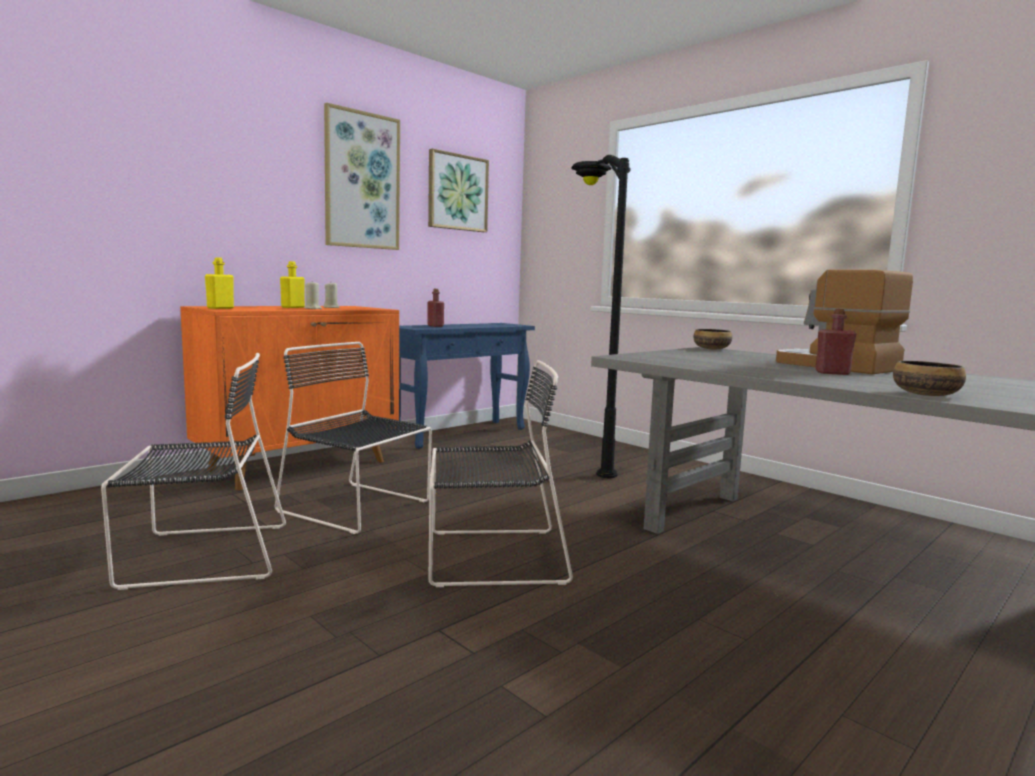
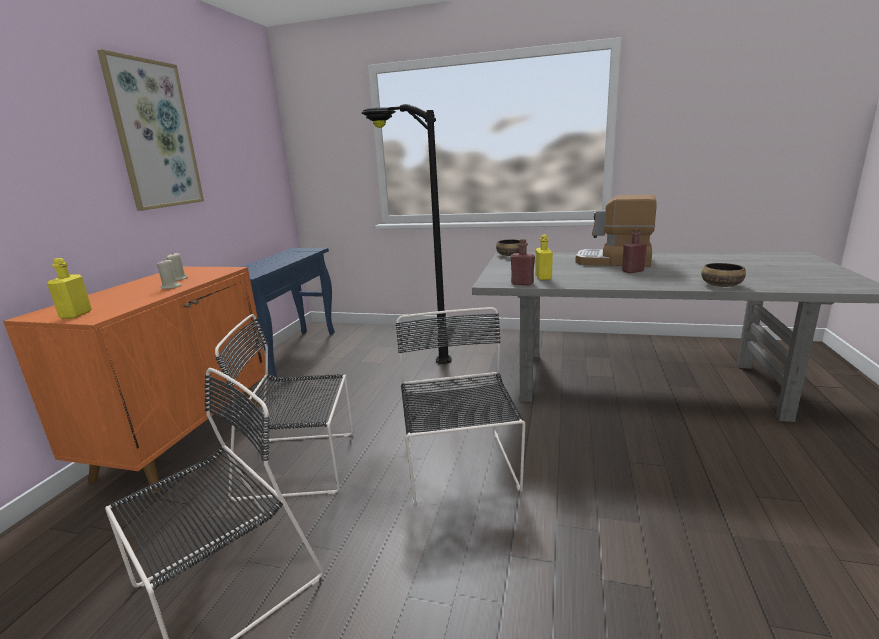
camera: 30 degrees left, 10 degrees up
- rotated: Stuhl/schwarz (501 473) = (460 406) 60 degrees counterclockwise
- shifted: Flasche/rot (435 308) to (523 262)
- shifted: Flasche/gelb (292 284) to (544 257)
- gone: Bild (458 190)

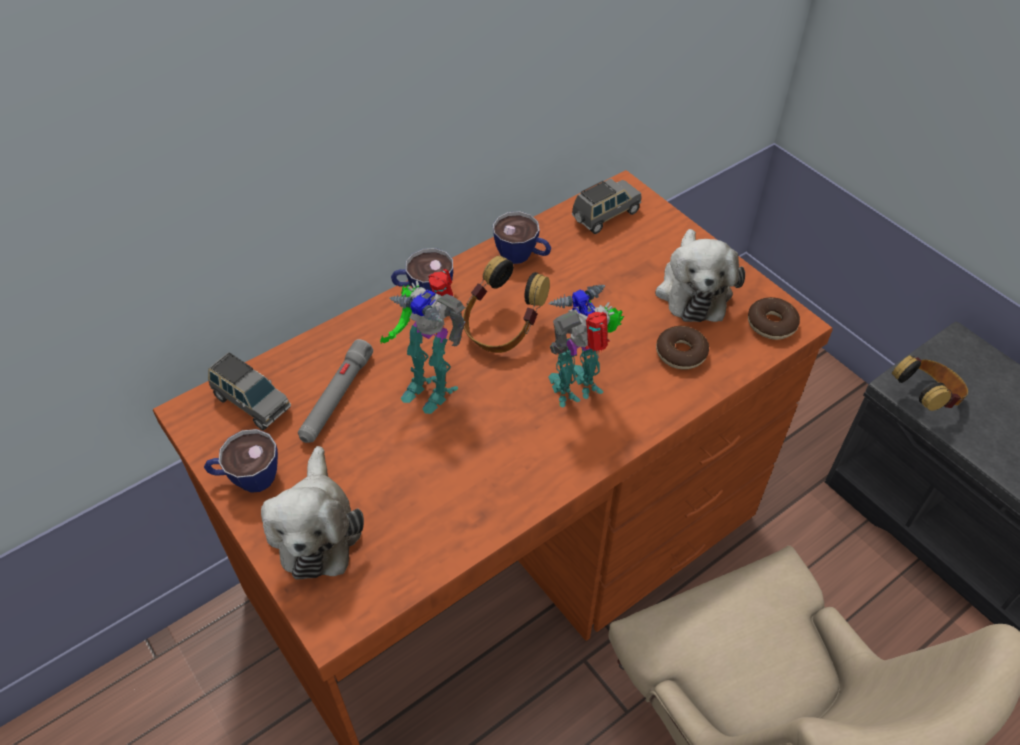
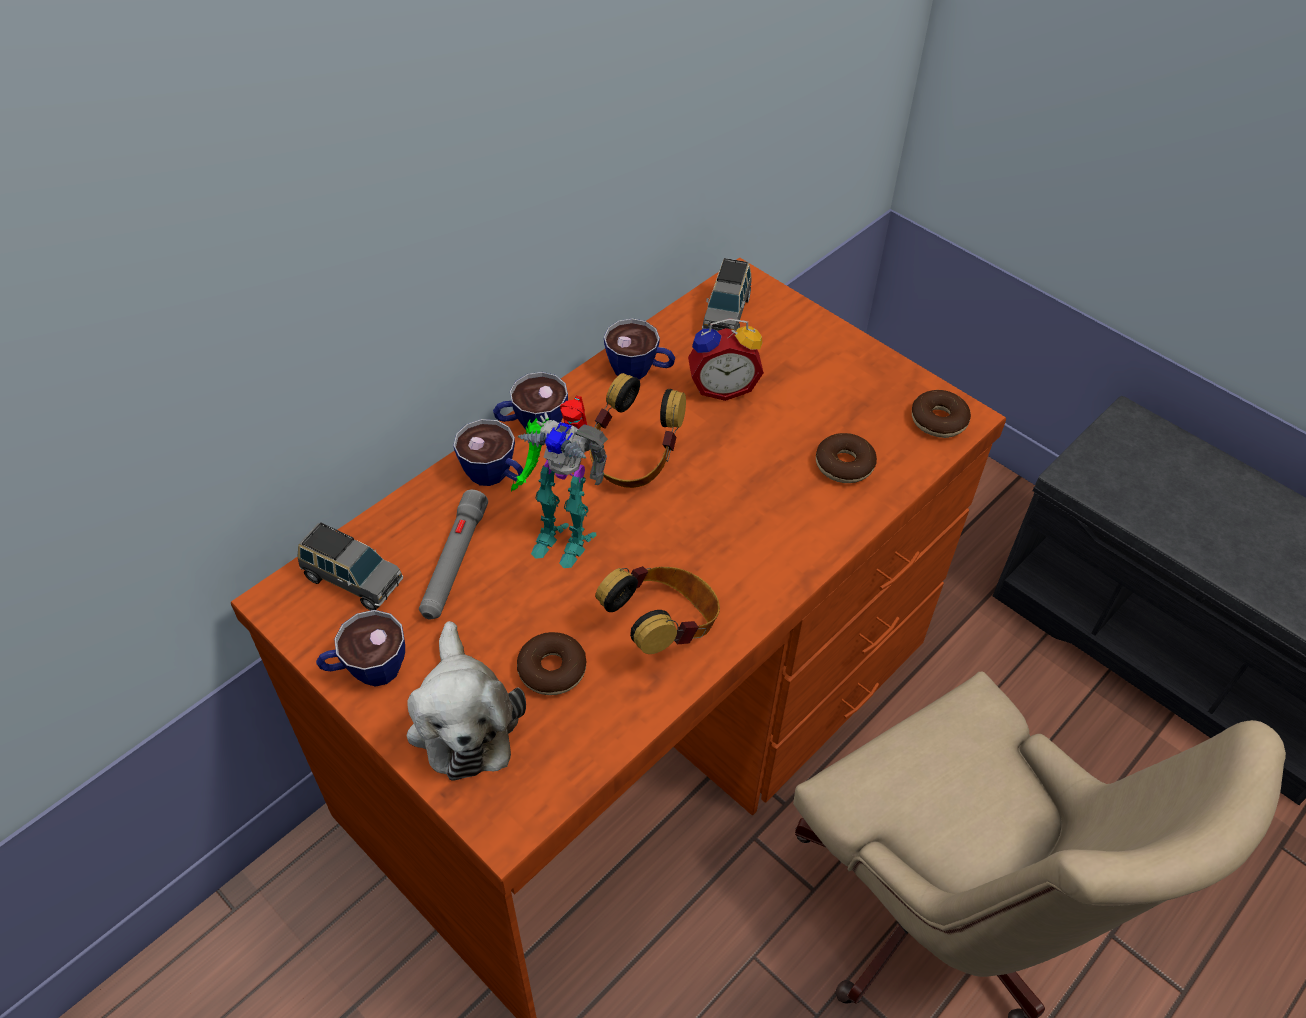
camera: 10 degrees left, 0 degrees up
- new: Tasse (488 452)
- new: Donut (551 663)
- shifted: Kopfhörer (930 383) to (657 610)
- new: Wecker (726 359)
- rotated: Spielzeugauto/grau (606 206) = (726 294) 150 degrees clockwise
- gone: Spielzeugroboter (586 346)
- gone: Plüschtier (700 275)

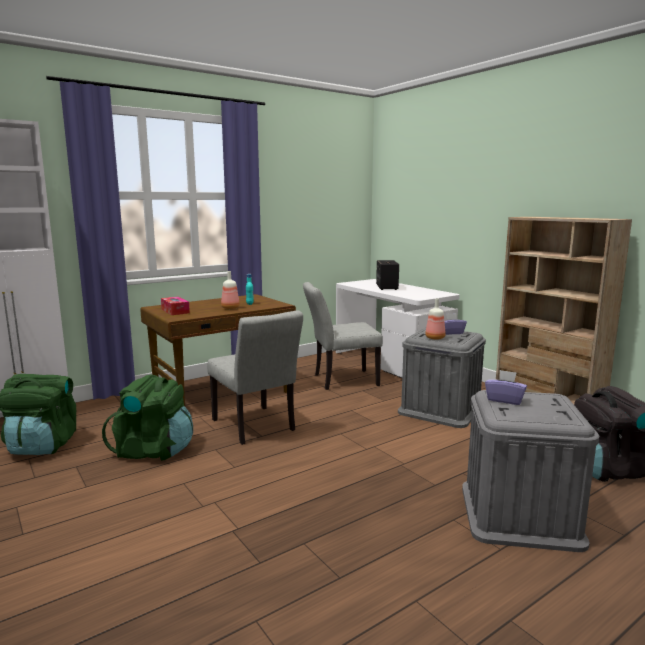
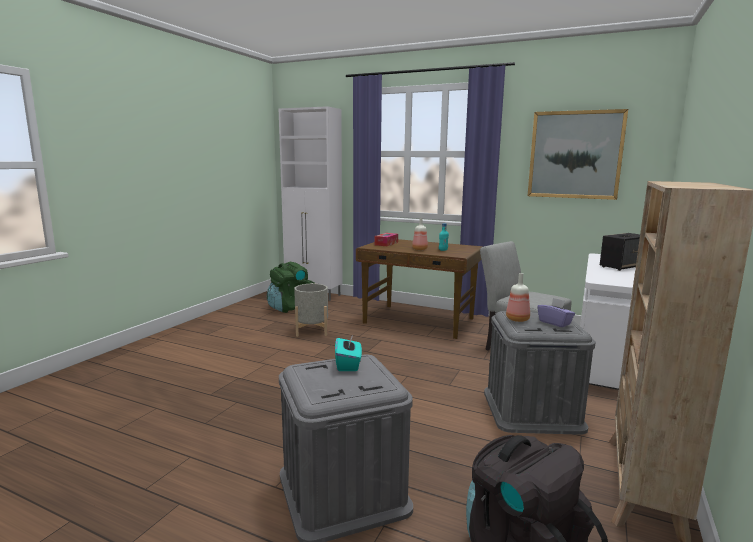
camera: 60 degrees right, 0 degrees up
- swapped: Rucksack/grün (147 418) to Pflanzkübel/grau (311 310)
- repainted: Taschentuchbox/lila (506 387) to Taschentuchbox/türkis (348 352)
- new: Bild (578 154)
- gone: Stuhl/grau (255 377)

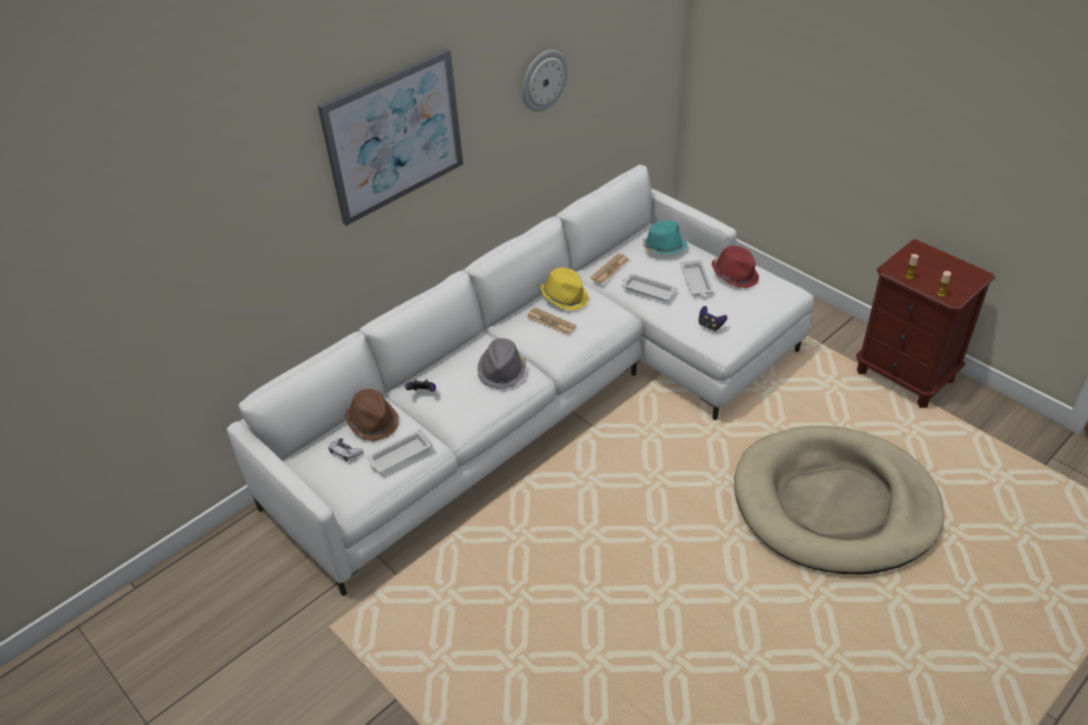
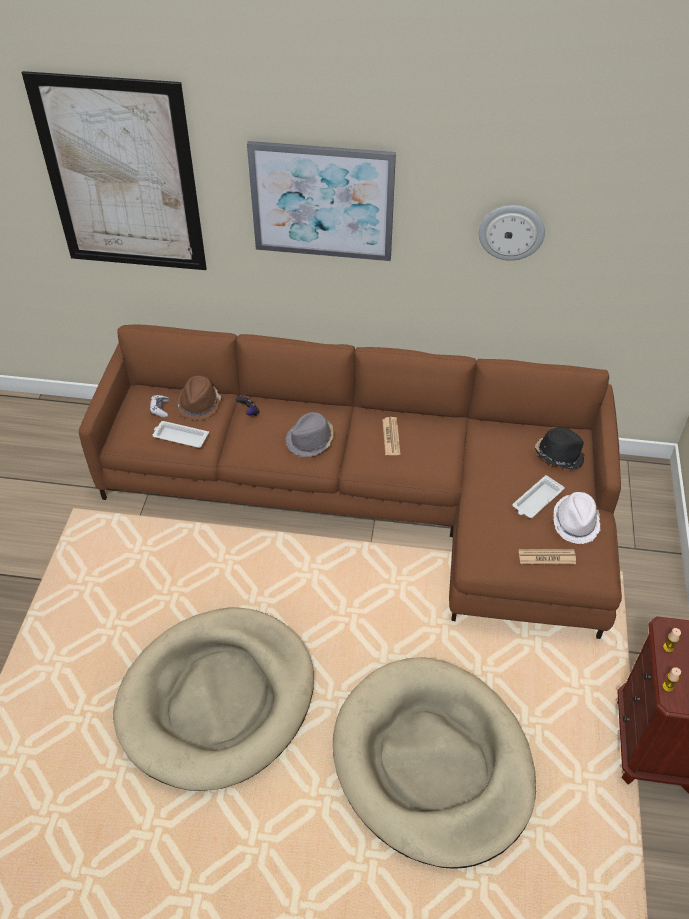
camera: 50 degrees right, 5 degrees up
- new: Bild (114 170)
- repainted: Sofa/weiß (520 380) to Sofa/braun (350 481)
- new: Hundebett/beige (213 699)
- shifted: Zeitung (609 268) to (547 556)
- repainted: Hut/türkis (665 237) to Hut/schwarz (560 449)
- repainted: Hut/rot (735 267) to Hut/weiß (577 518)
- gone: Hut/gelb (564 289)
- gone: Tablett/weiß (649 287)
- gone: Gamepad (713 319)

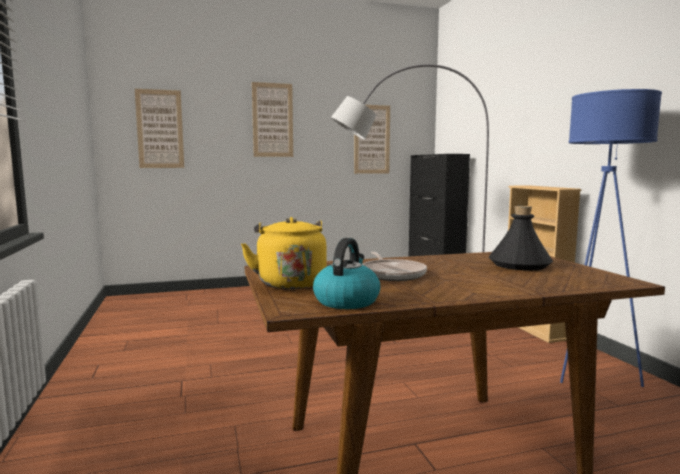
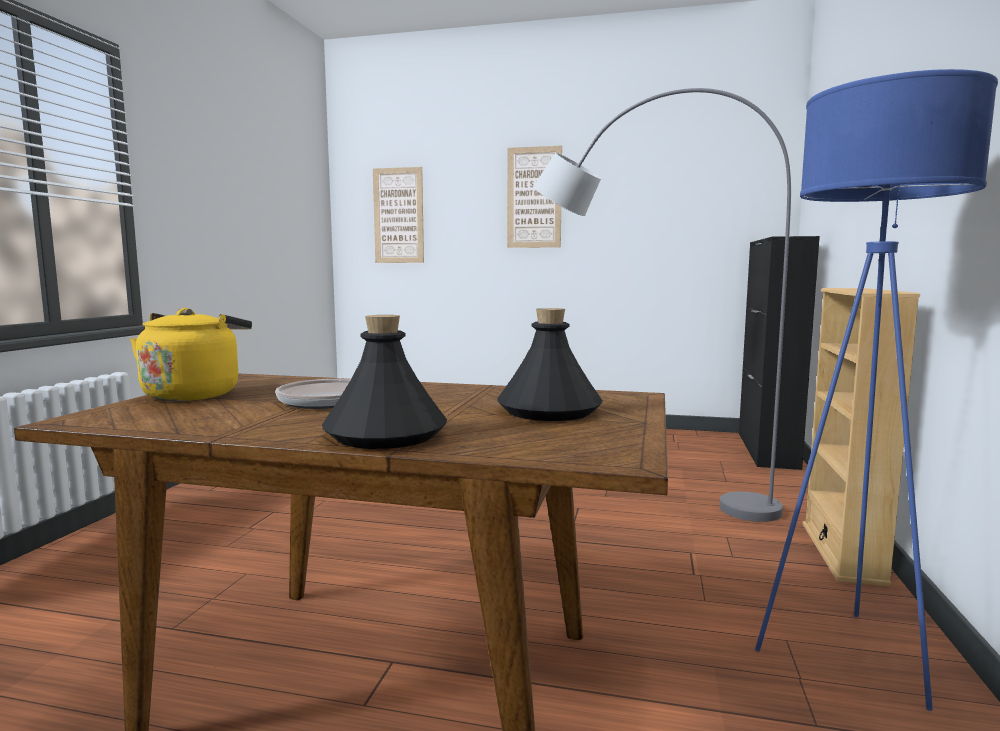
camera: 30 degrees right, 0 degrees up
- new: Flasche/schwarz (384 382)
- gone: Wasserkessel (347 273)
- gone: Bild (372 139)

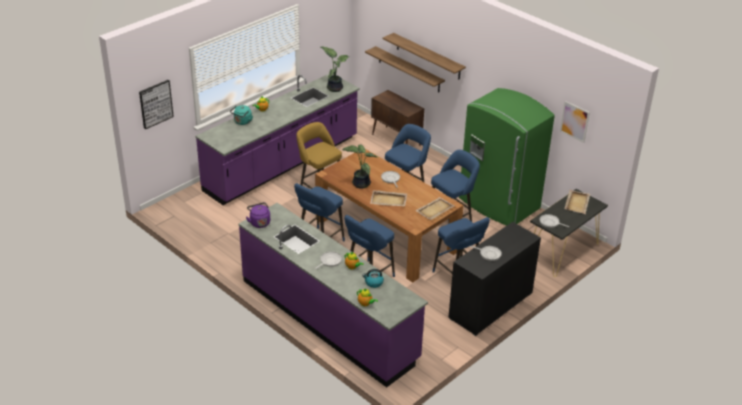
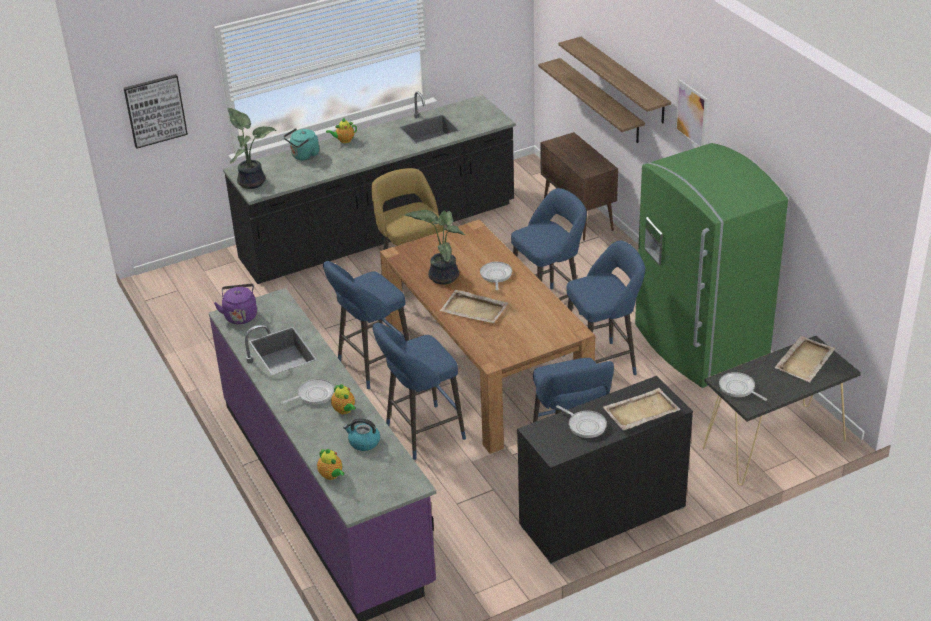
camera: 20 degrees right, 0 degrees up
- repainted: Küchenzeile/lila (277 139) to Küchenzeile/schwarz (369 187)
- shifted: Topfpflanze (334 69) to (251 148)
- shifted: Tablett/beige (434 208) to (642 409)
- shifted: Bild (575 122) to (691 113)

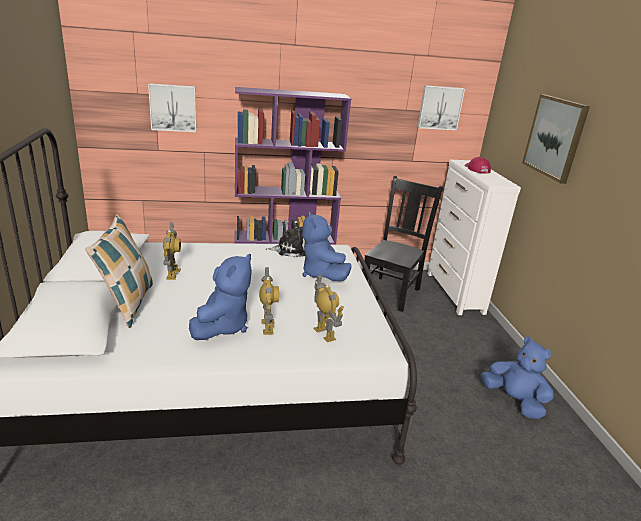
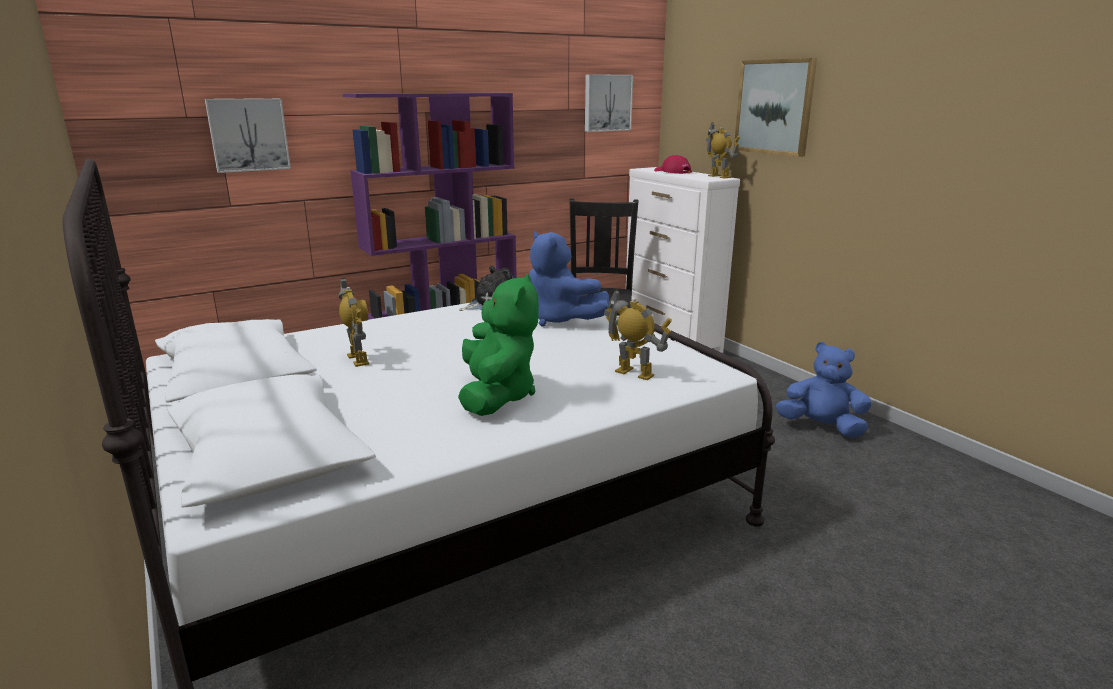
camera: 20 degrees left, 5 degrees down
- repainted: Plüschtier/blau (220 297) to Plüschtier/grün (498 344)
- shifted: Spielzeugroboter (269 301) to (723 150)
- gone: Kissen (119 271)

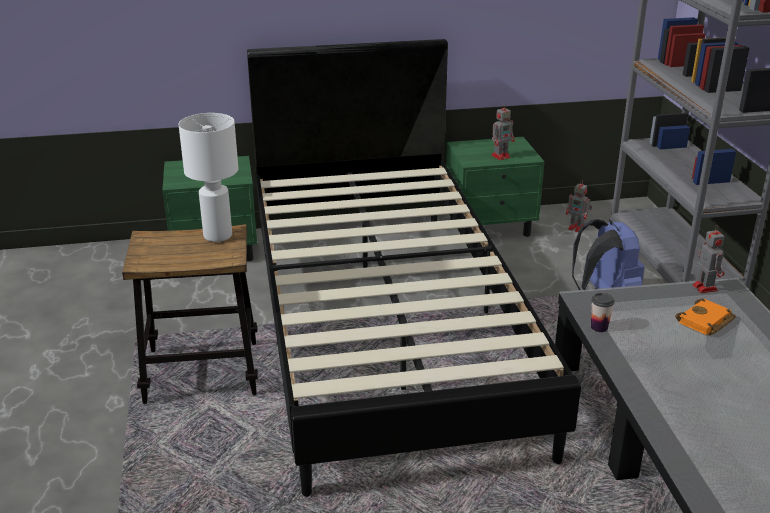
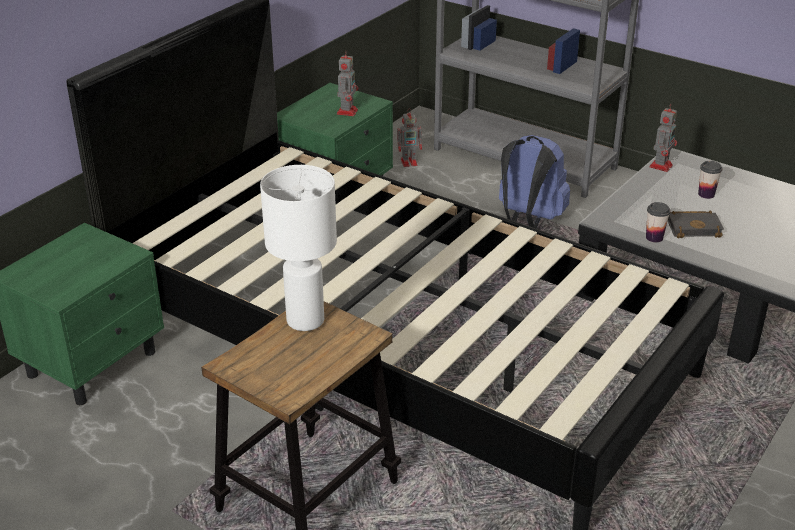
camera: 45 degrees left, 5 degrees up
- rotated: Spielzeugroboter (708 259) = (663 137) 90 degrees clockwise
- new: Buch/schwarz (696 224)
- swapped: Buch/orange (705 316) to Tasse (710 180)

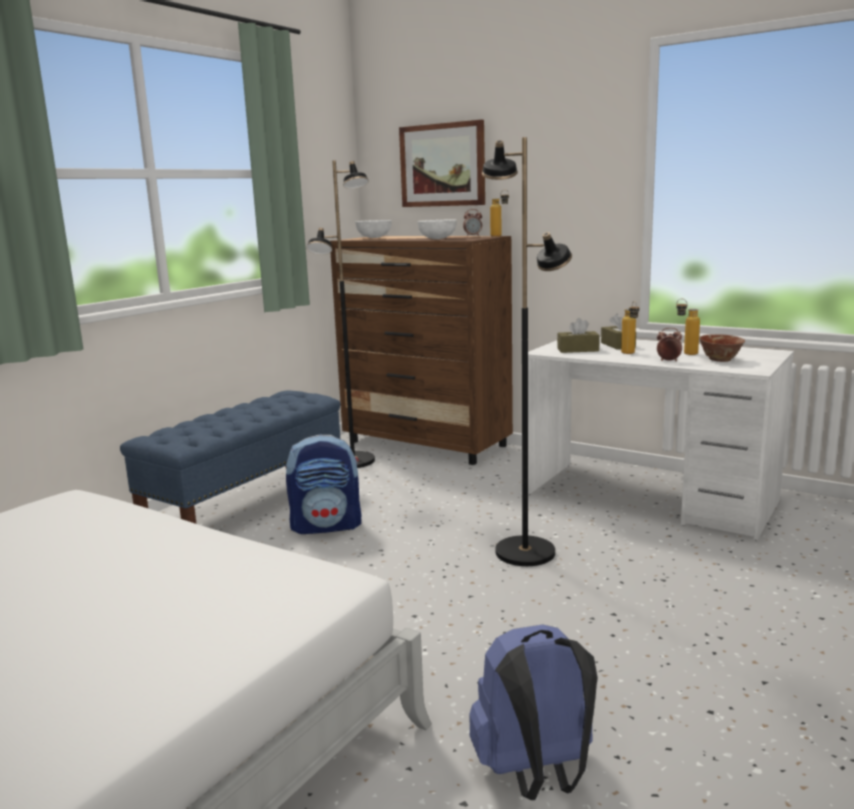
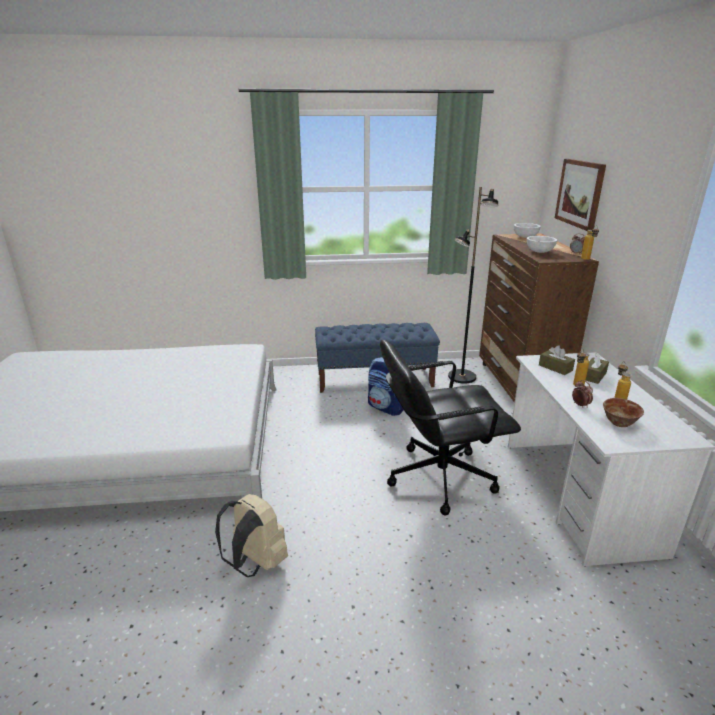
camera: 50 degrees right, 10 degrees up
- repainted: Rucksack/blau (533 712) to Rucksack/beige (251 535)
- swapped: Stehlampe/schwarz (527 351) to Bürostuhl/schwarz (450 427)

